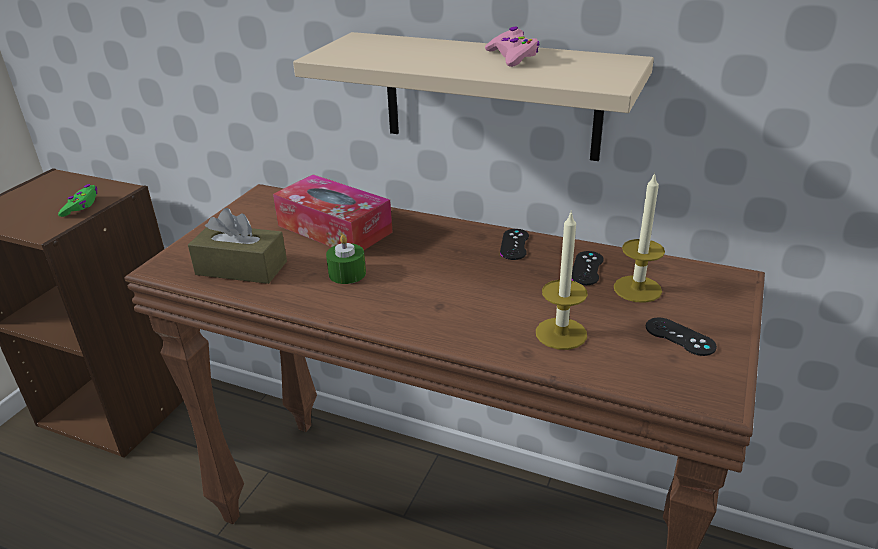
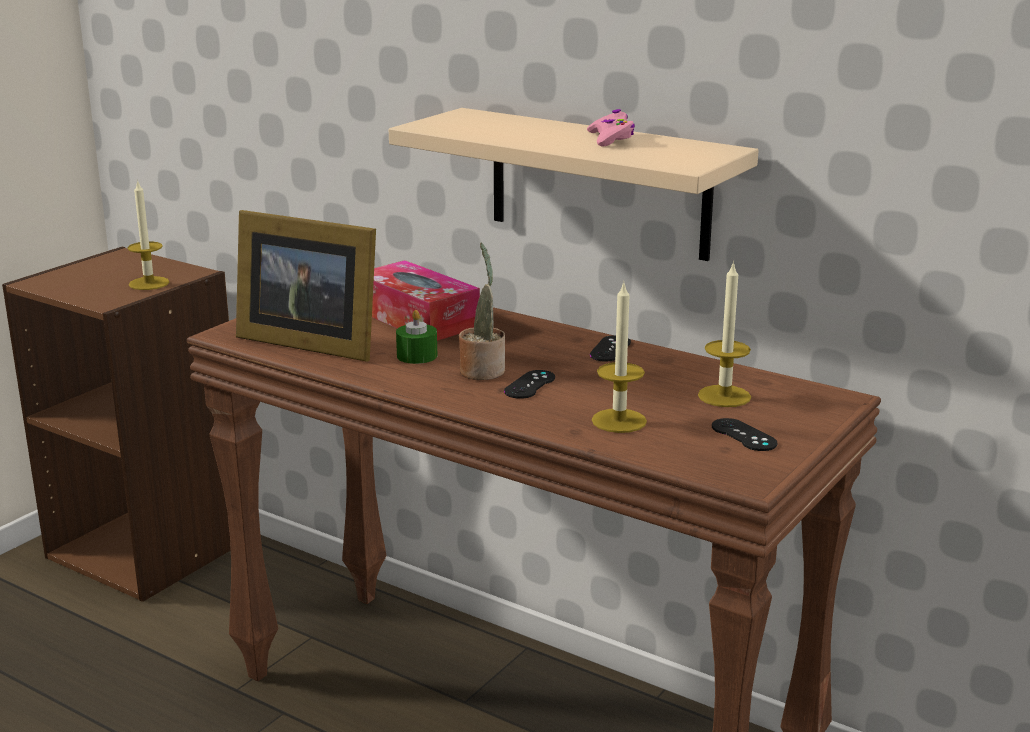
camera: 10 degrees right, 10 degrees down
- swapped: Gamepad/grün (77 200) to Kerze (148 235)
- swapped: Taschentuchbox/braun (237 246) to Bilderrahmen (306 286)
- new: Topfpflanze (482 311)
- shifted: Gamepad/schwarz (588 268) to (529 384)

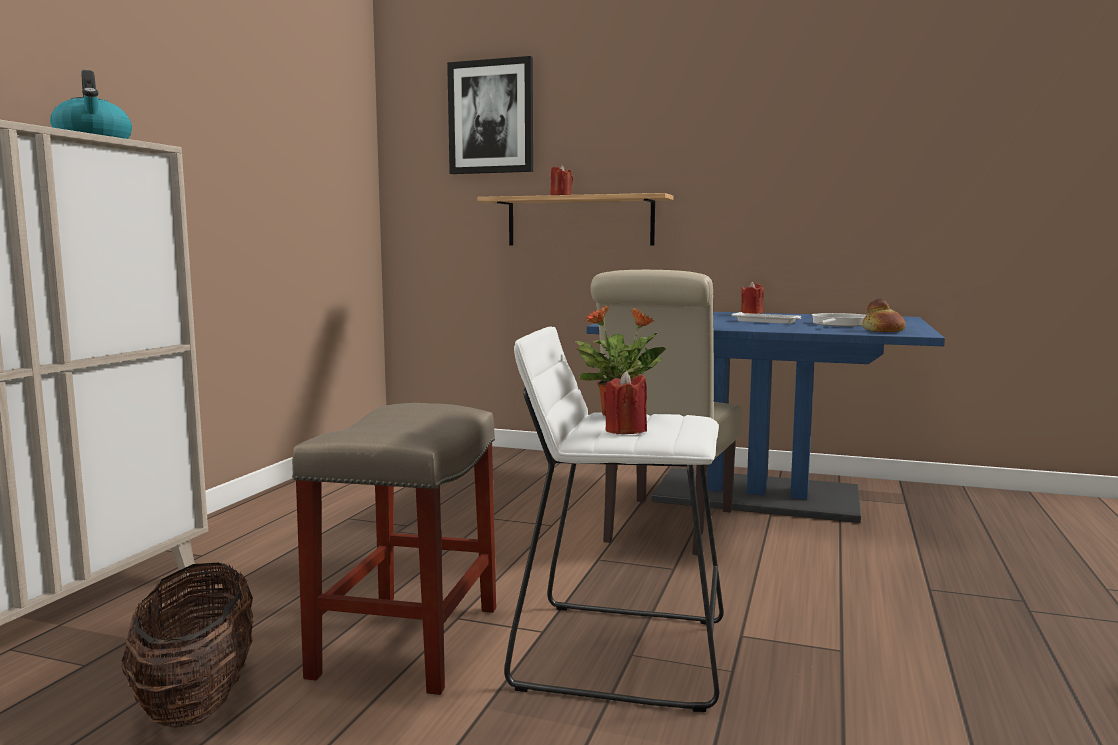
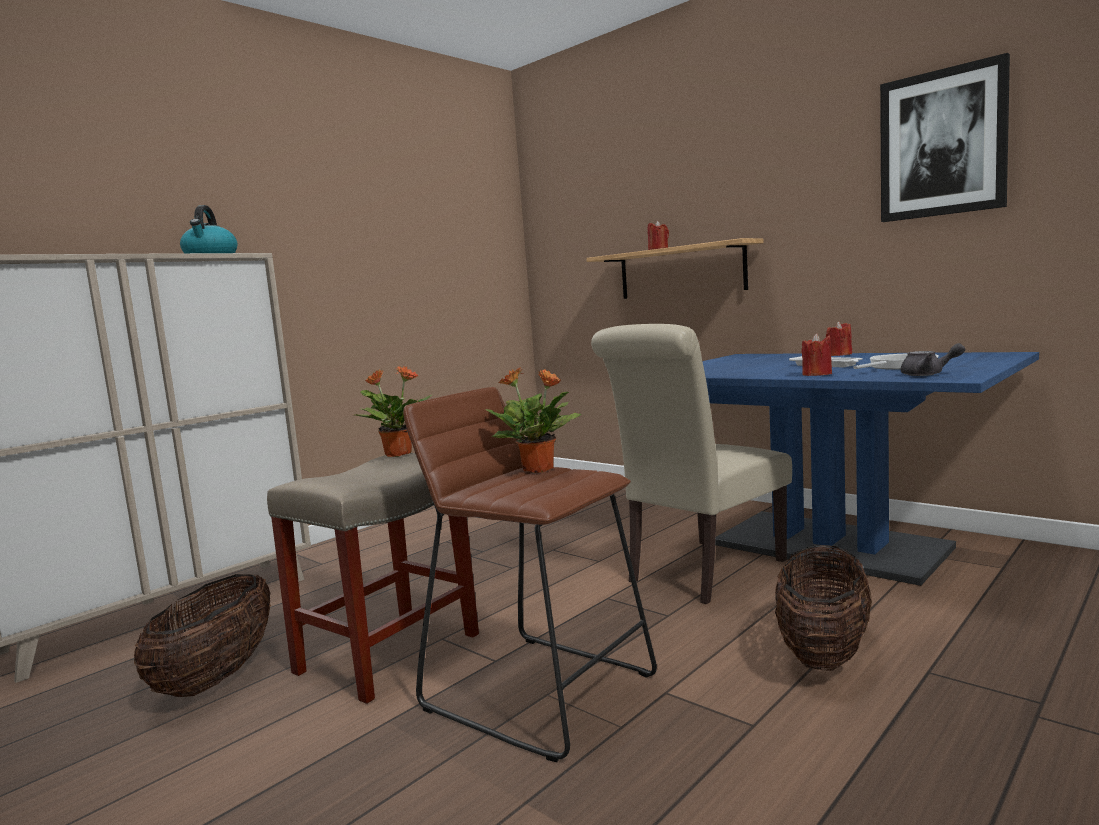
camera: 25 degrees right, 0 degrees up
- new: Topfpflanze (393 411)
- repainted: Hocker/weiß (614 519) to Hocker/braun (530 574)
- new: Korb (823 608)
- shifted: Kerze/rot (625 402) to (816 354)
- shifted: Bild (490 115) to (945 137)
- swapped: Brot (884 315) to Teekanne/grau (932 359)

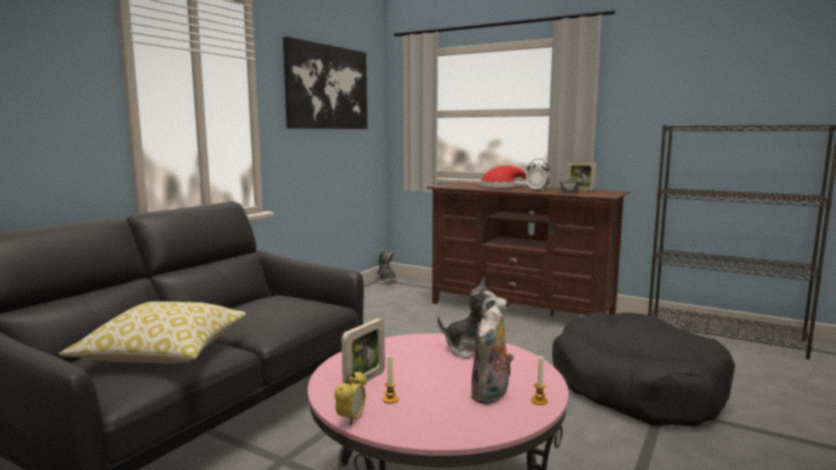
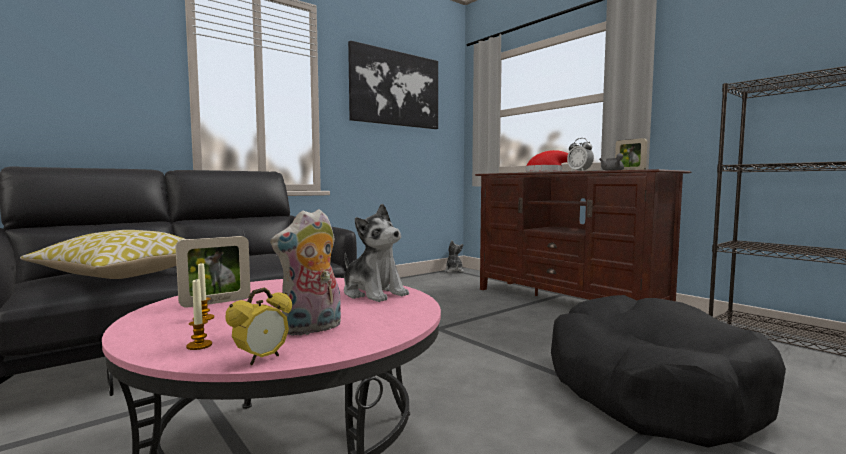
camera: 20 degrees right, 5 degrees down
- shifted: Kerze (539 380) to (199 314)
- shifted: Wecker (350 398) to (259 326)

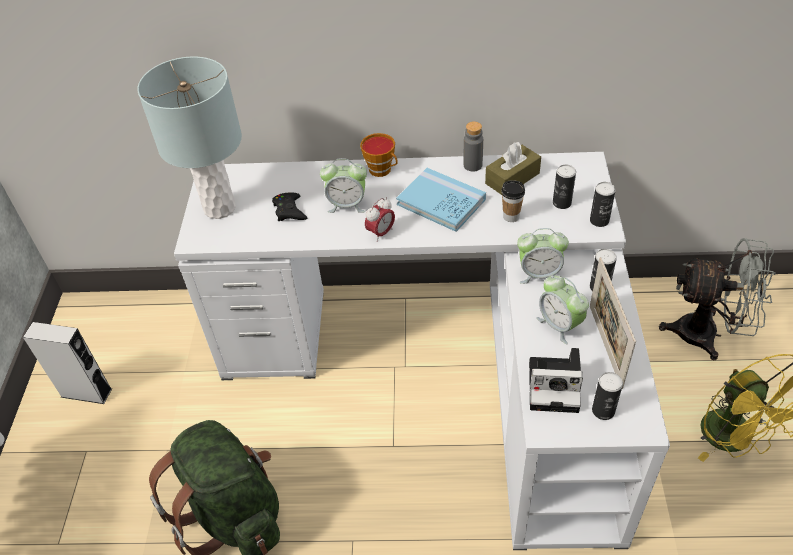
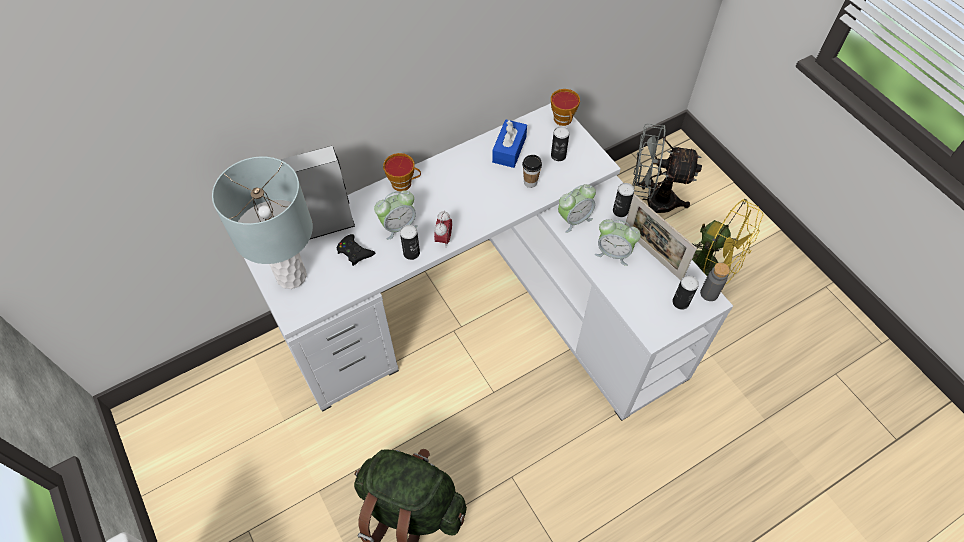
camera: 35 degrees left, 10 degrees up
- shifted: Lautsprecher/grau (67 363) to (318 192)
- shifted: Dose (603 204) to (410 242)
- repainted: Taschentuchbox/braun (513 168) to Taschentuchbox/blau (509 144)
- new: Tasse (565 107)
- rotated: Ventilator/grau (717 299) = (667 168) 150 degrees counterclockwise
- shifted: Flasche/grau (473 146) to (715 282)
- gone: Buch/blau (441 200)
- gone: Kamera (556 380)

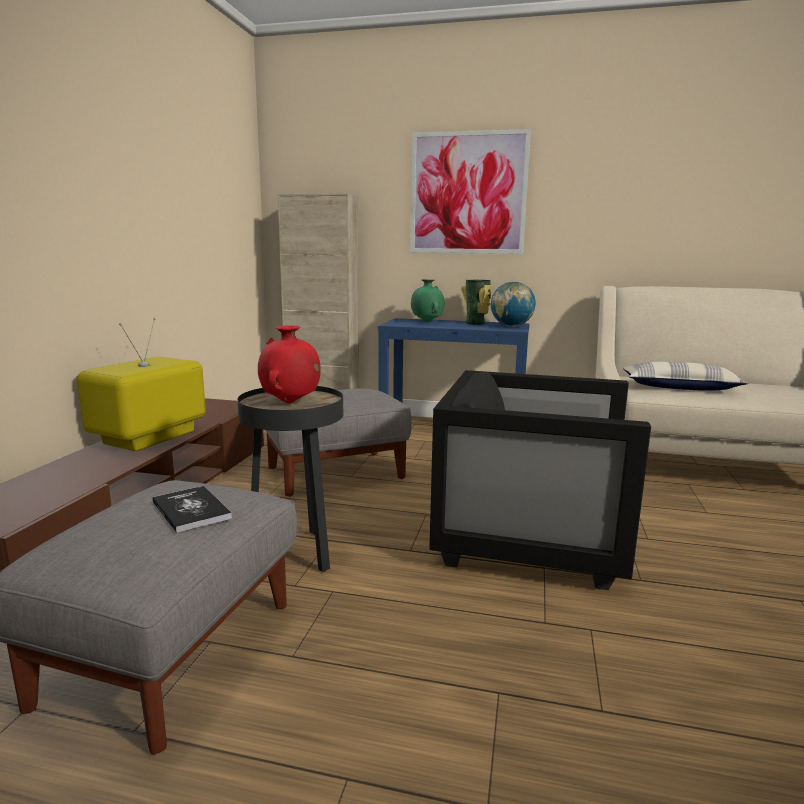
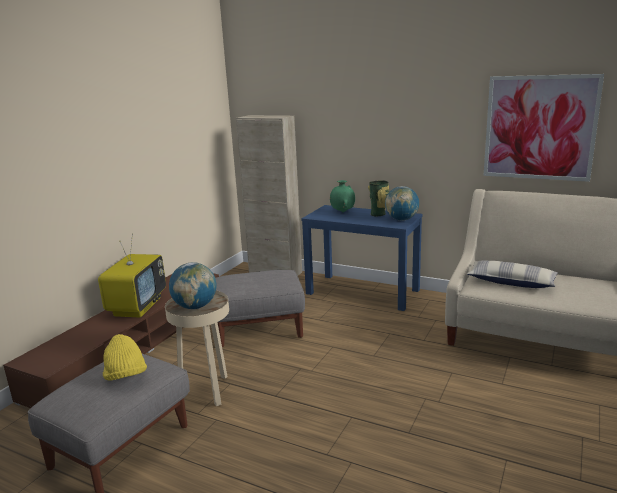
camera: 15 degrees right, 5 degrees up
- rotated: Fernseher (141 384) = (132 275) 150 degrees clockwise
- swapped: Buch (192 509) to Hut/gelb (125 357)
- repainted: Beistelltisch/schwarz (290 479) to Beistelltisch/beige (197 348)
- swapped: Vase/rot (289 364) to Globus (192 285)
- shifted: Bild (470 191) to (544 128)
- gone: Sessel/schwarz (540 480)

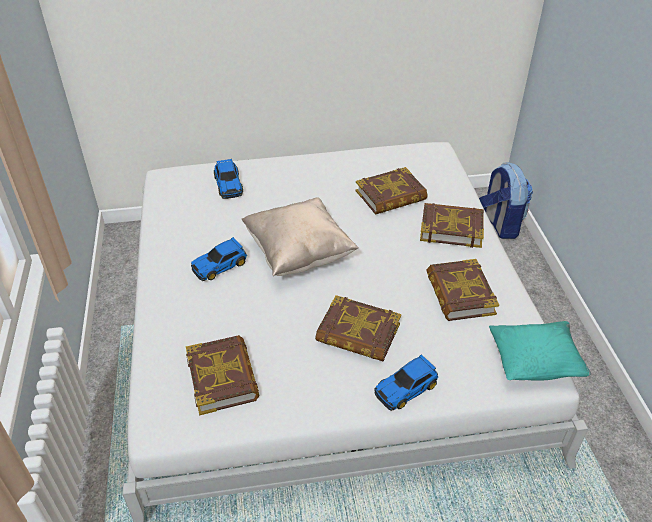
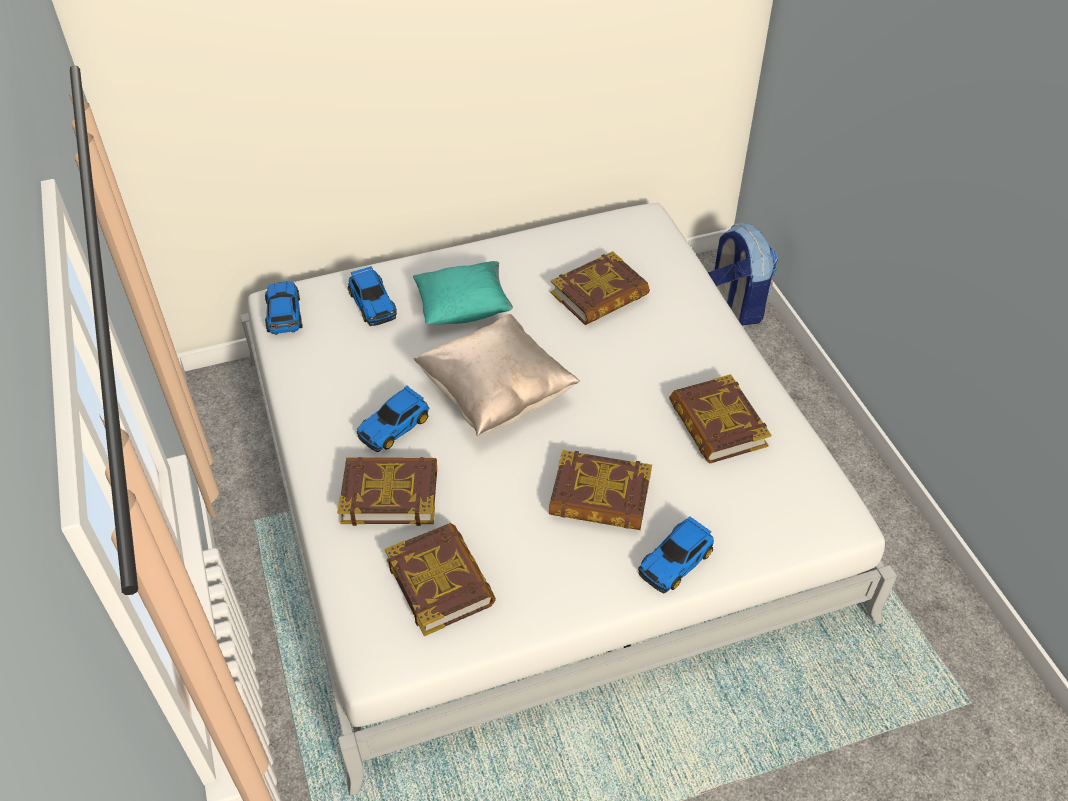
camera: 10 degrees left, 5 degrees up
- new: Spielzeugauto (284 308)
- shifted: Buch (452 225) to (387 491)
- shifted: Kissen/türkis (540 351) to (463 293)

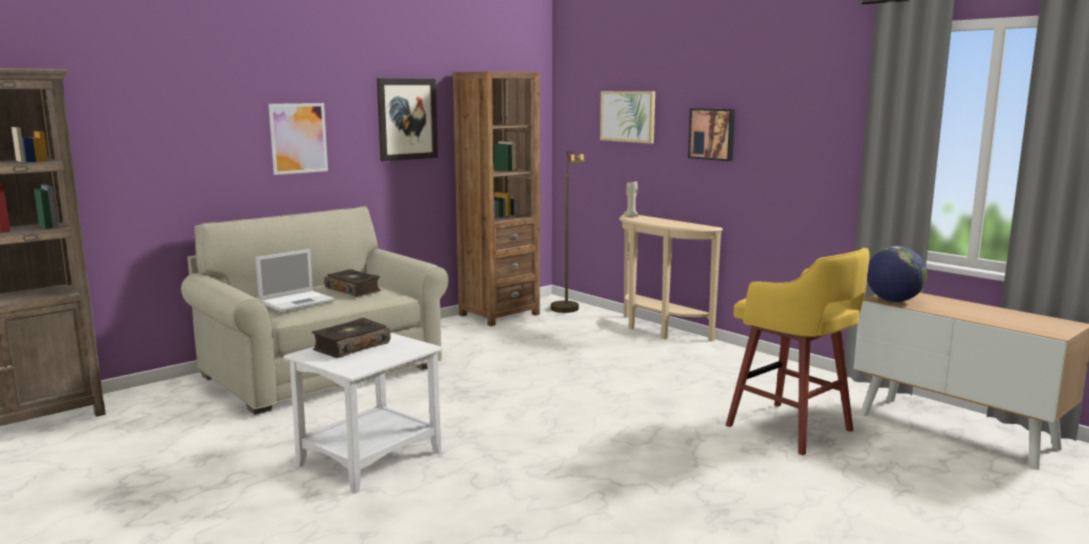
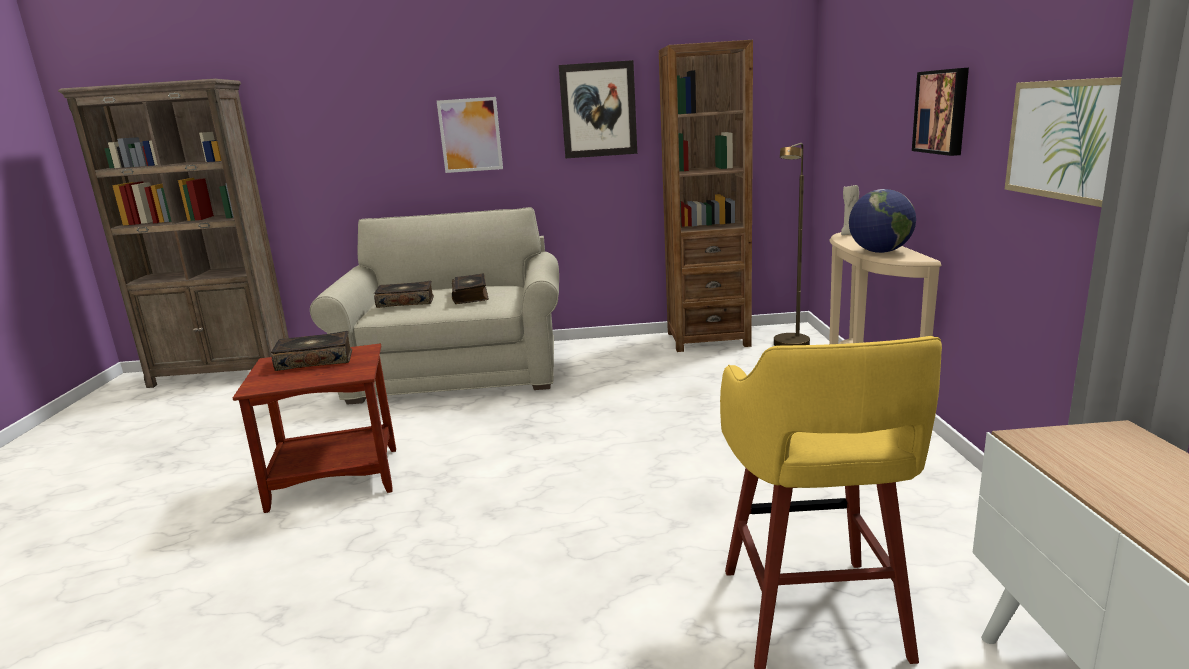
camera: 40 degrees right, 5 degrees up
- repainted: Beistelltisch/weiß (363 413) to Beistelltisch/braun (314 428)
- swapped: Laptop (295 280) to Buch (404 294)
- shifted: Globus (897 274) to (882 221)
- shifted: Bild (627 117) to (1063 142)

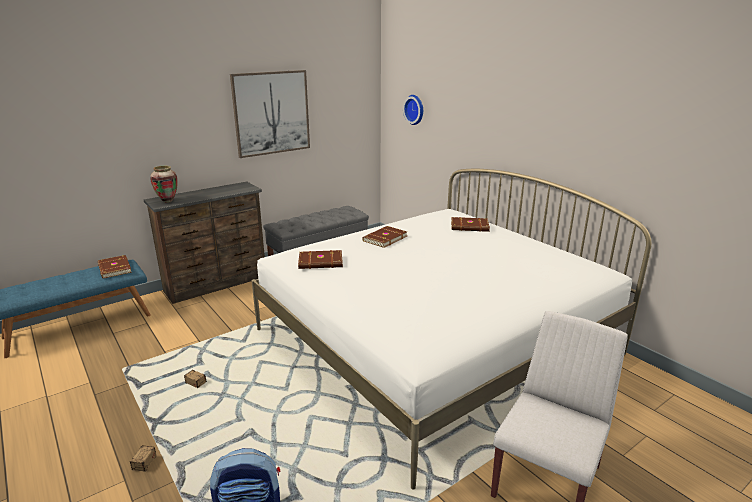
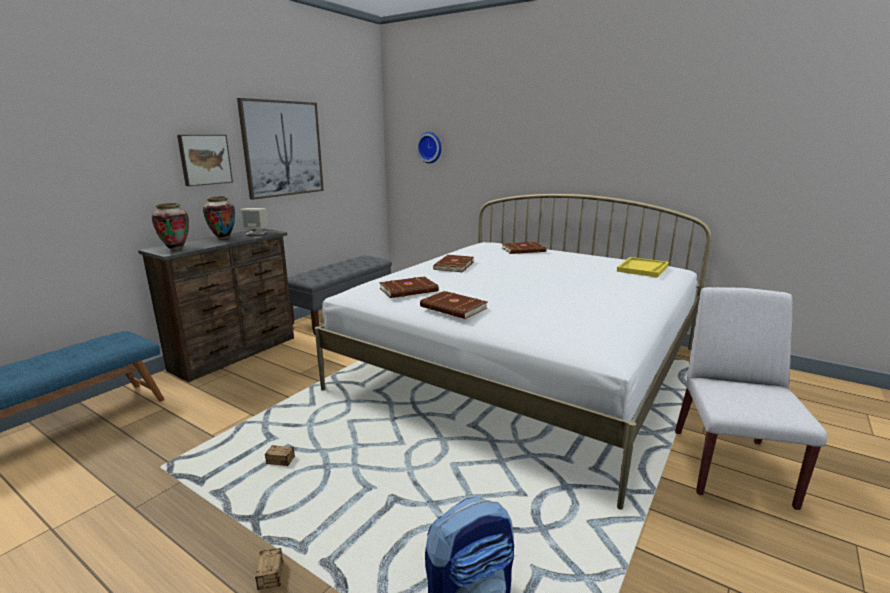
camera: 20 degrees left, 5 degrees down
- new: Bild (205 160)
- new: Vase (219 217)
- new: Lautsprecher/beige (254 221)
- shifted: Buch/braun (115 267) to (453 305)
- new: Tablett/gelb (643 267)

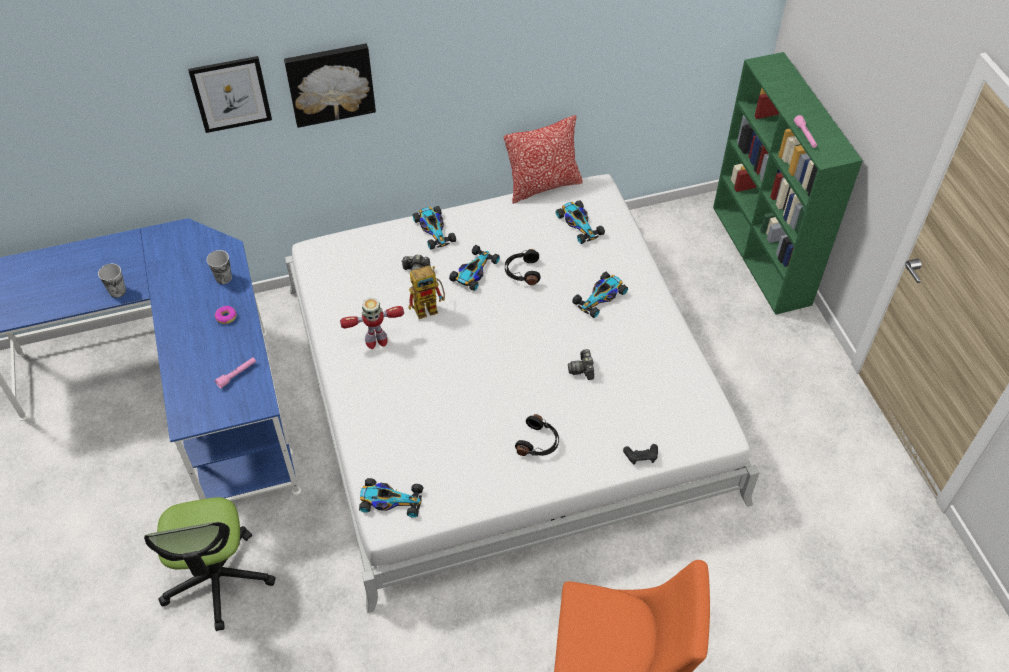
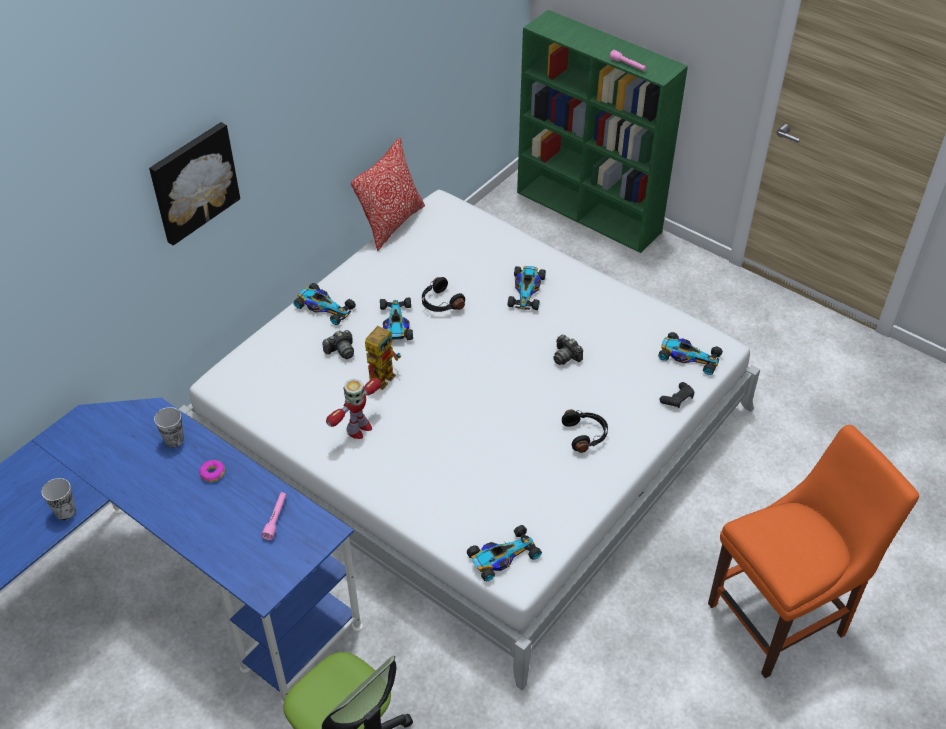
camera: 35 degrees left, 5 degrees down
- shifted: Spielzeugauto (580 222) to (690 353)
- gone: Bild (230 94)

